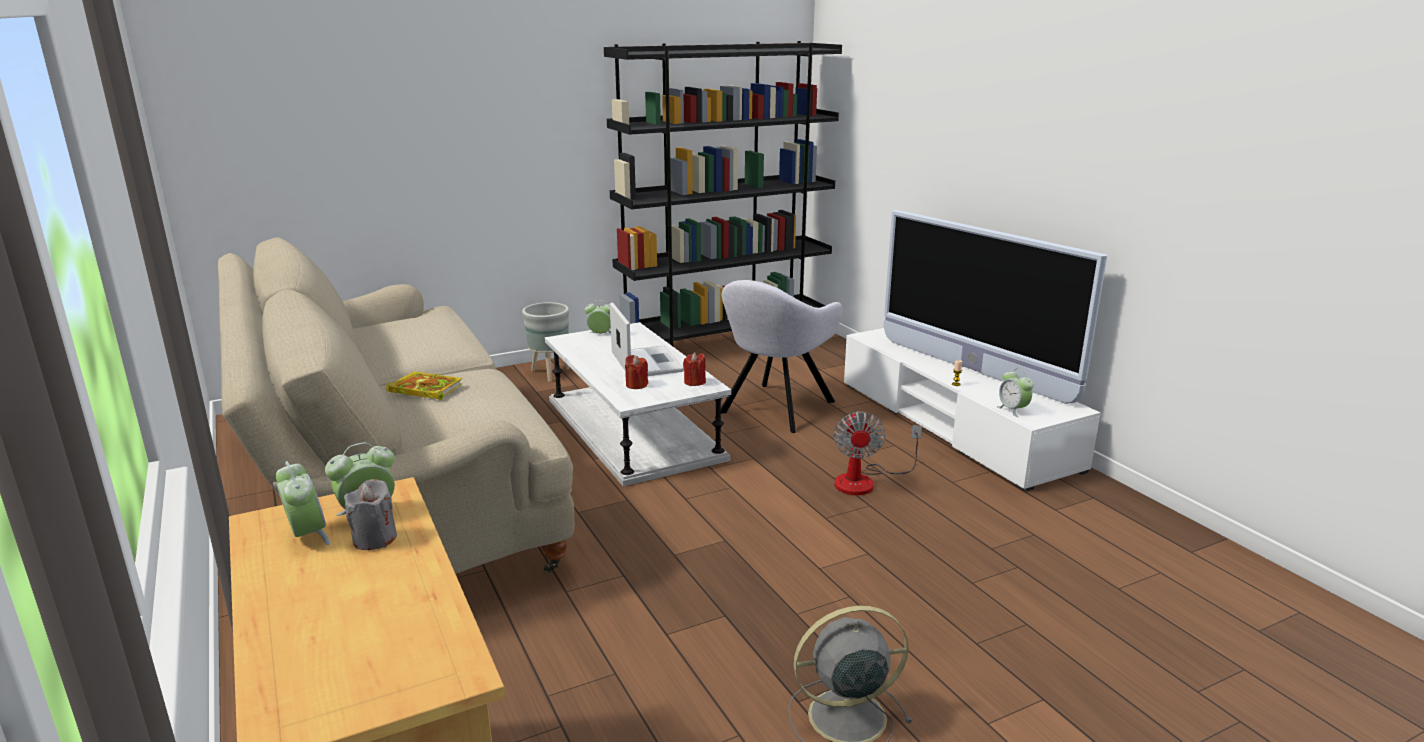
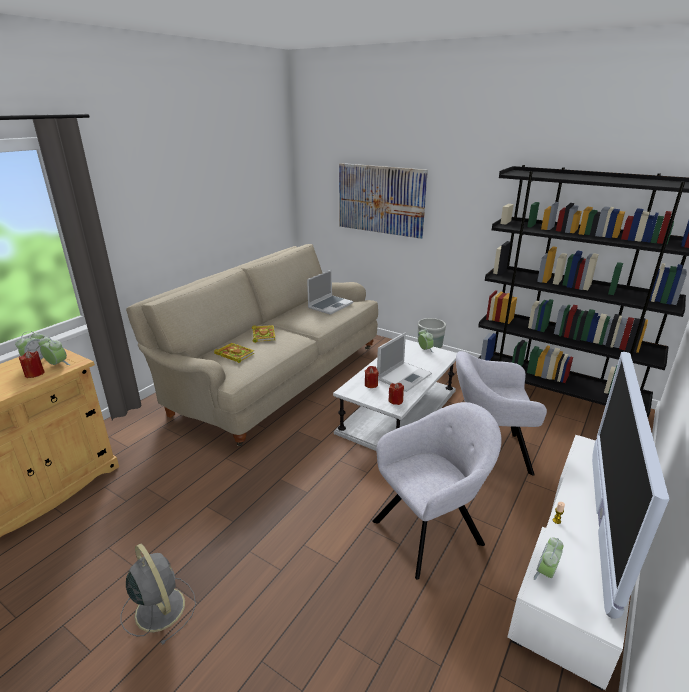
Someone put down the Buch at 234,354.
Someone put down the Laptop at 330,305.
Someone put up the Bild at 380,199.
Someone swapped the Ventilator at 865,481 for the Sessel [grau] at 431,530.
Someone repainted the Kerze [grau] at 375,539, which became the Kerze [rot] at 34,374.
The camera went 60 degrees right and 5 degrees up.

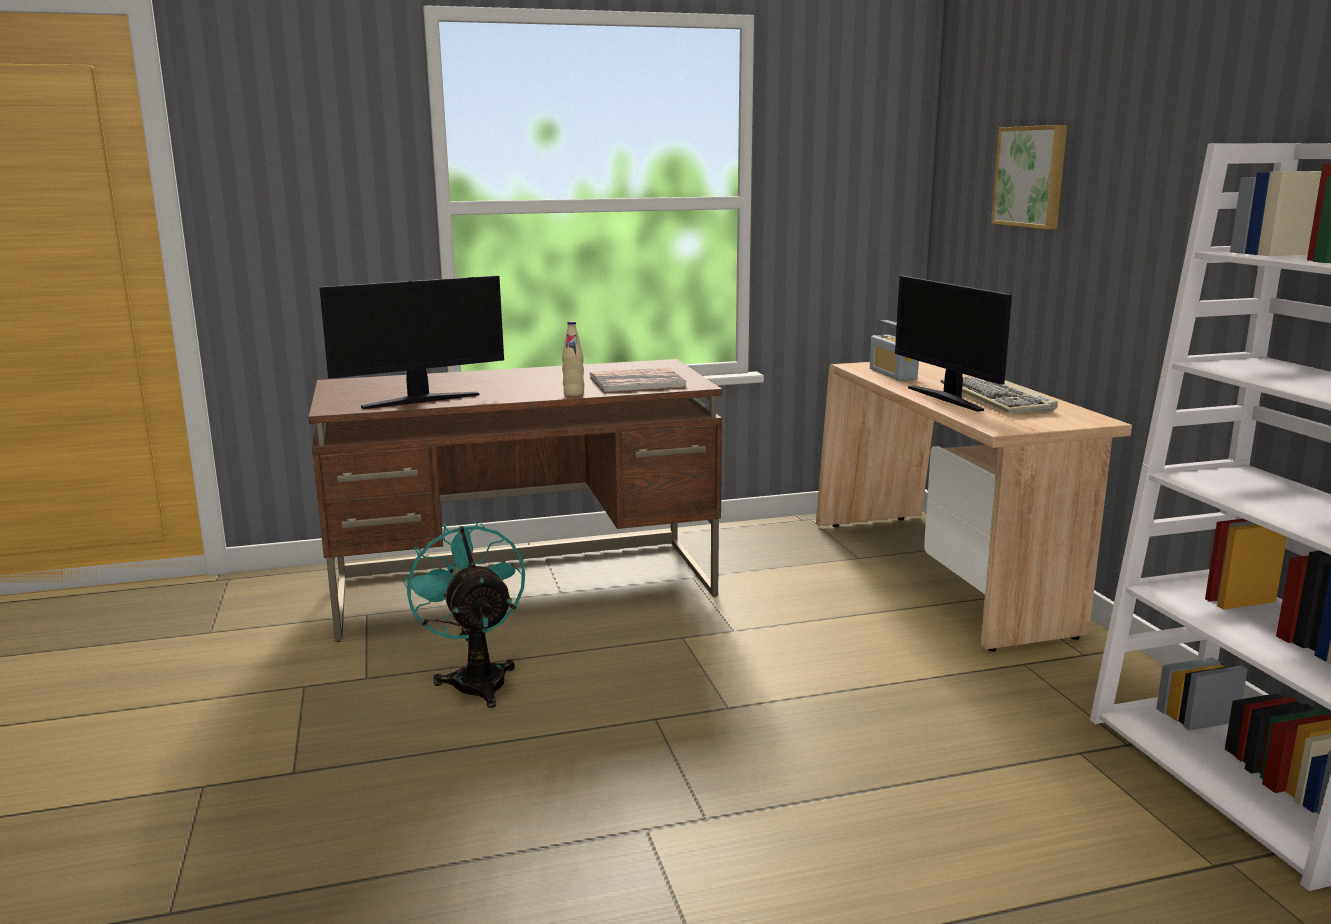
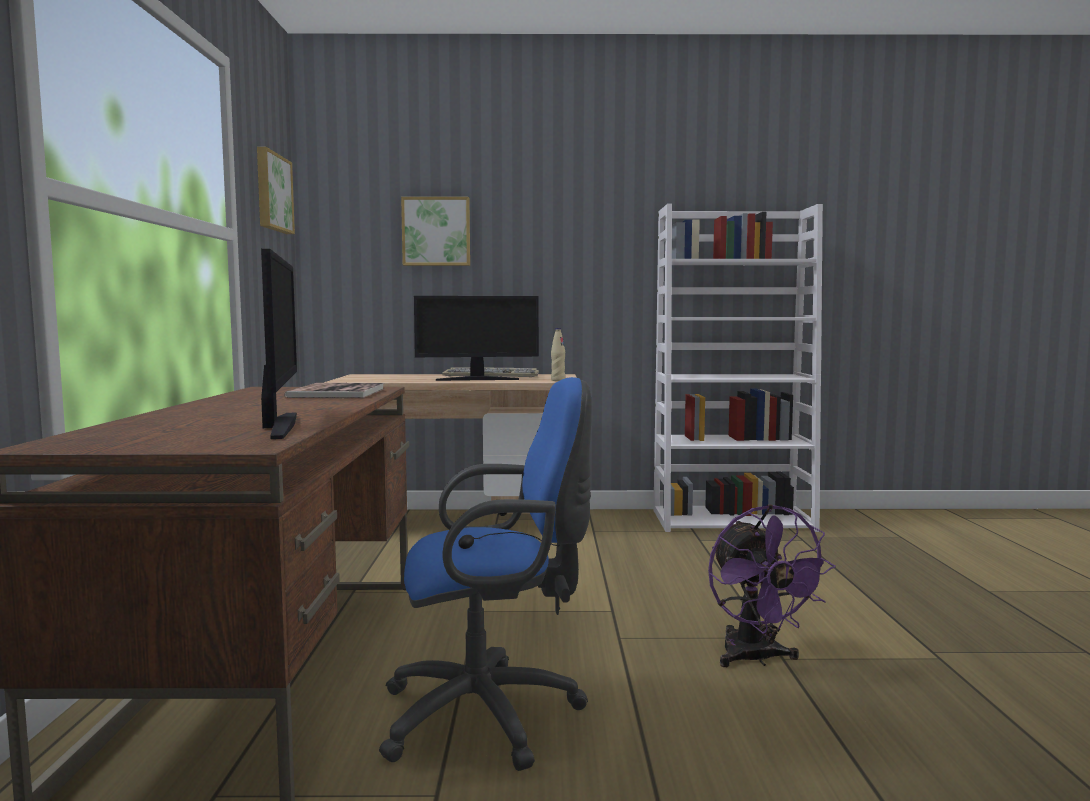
Someone took away the Radio at 892,374.
Someone put up the Bild at 272,192.
Someone put down the Ventilator [lila] at 756,659.
Someone carried the Flasche [beige] from 573,393 to 558,380.
Someone swapped the Ventilator [türkis] at 476,678 for the Bürostuhl [blau] at 492,715.
The camera went 75 degrees left and 10 degrees down.

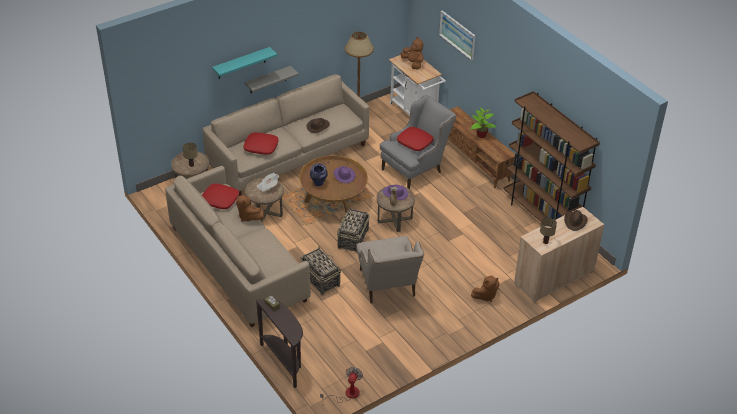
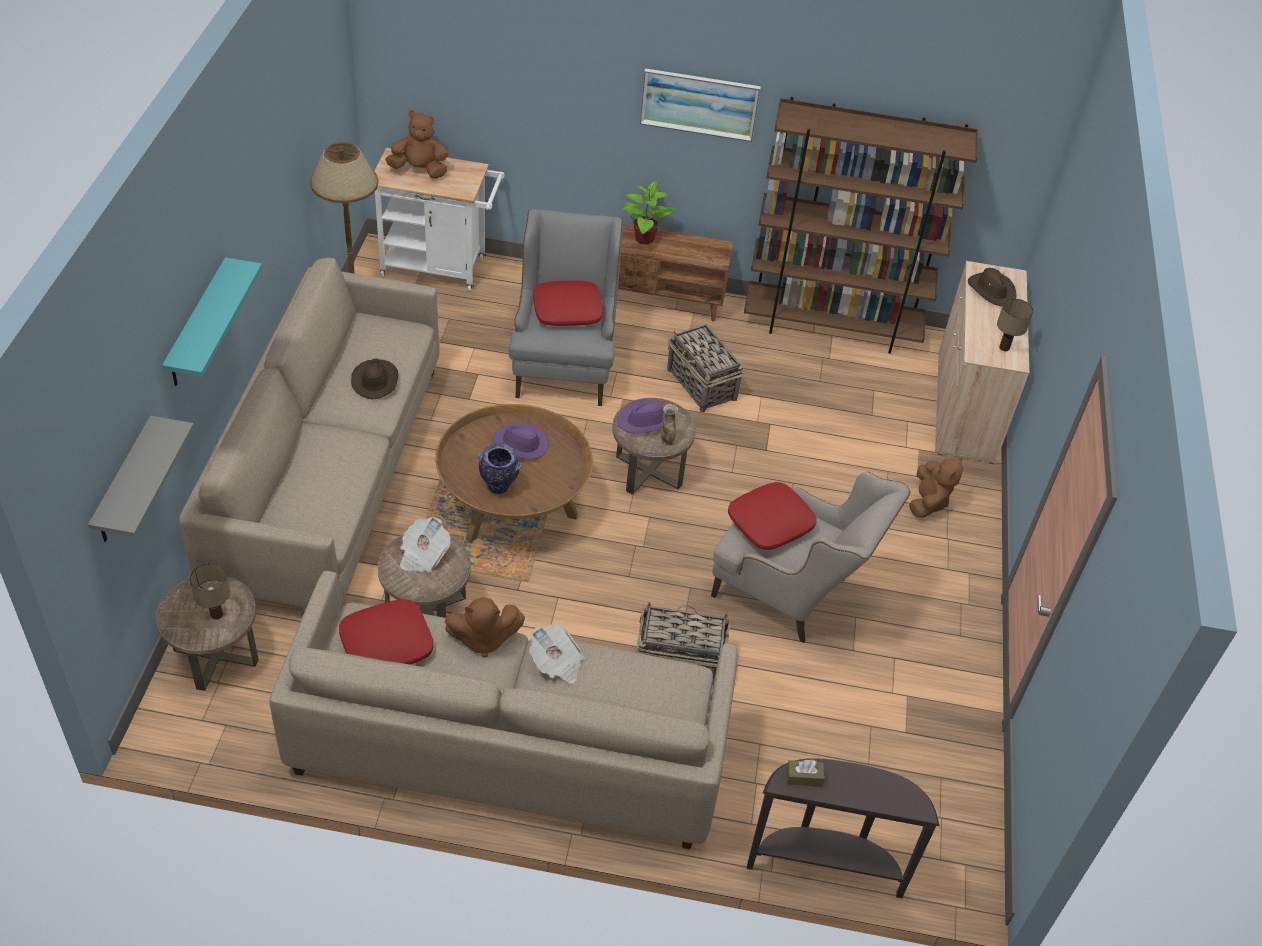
Someone took away the Ventilator at 347,394.
Someone put down the Zeitung at 556,663.
Someone carried the Kissen [rot] from 261,147 to 770,522.
Someone carried the Wandregal [grau] from 268,80 to 124,483.
Someone carried the Korb from 353,239 to 702,385.
Someone carried the Bild from 457,34 to 699,104.
The camera went 50 degrees left and 5 degrees up.

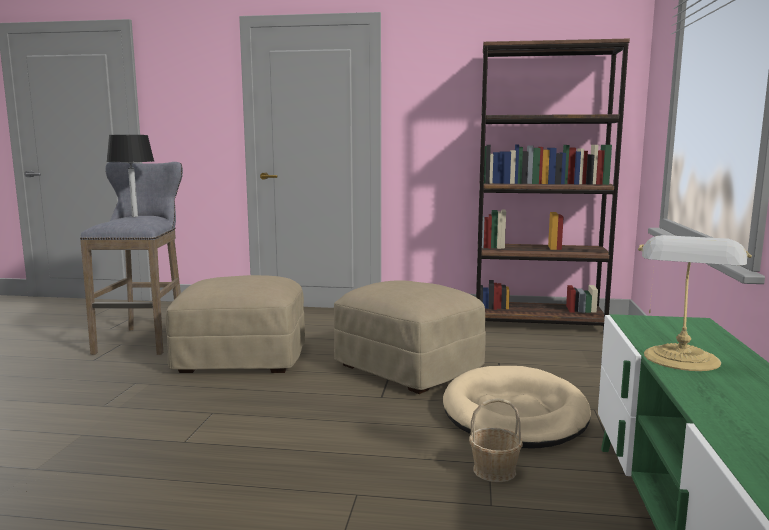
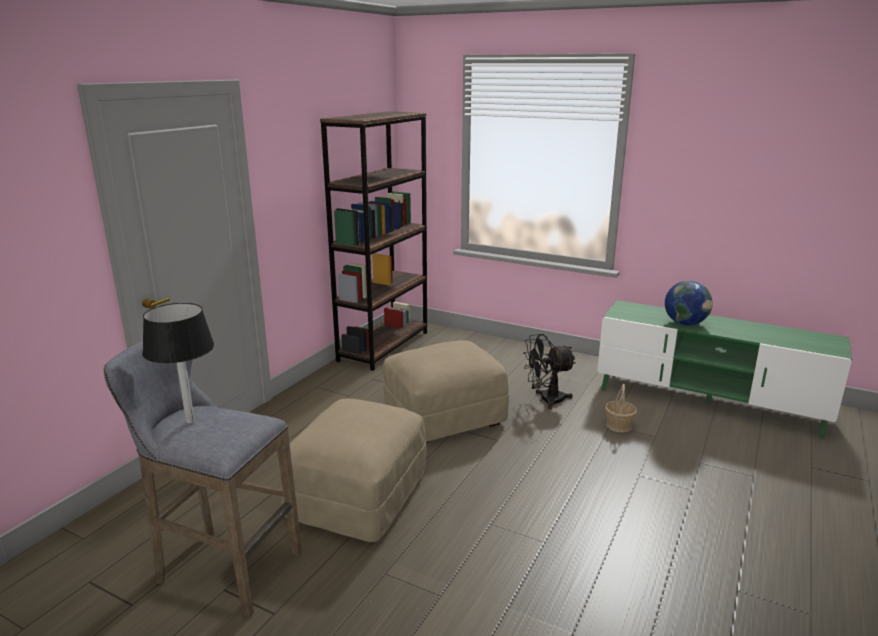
Someone swapped the Hundebett [beige] at 514,413 for the Ventilator [schwarz] at 546,400.
Someone swapped the Tischlampe at 682,360 for the Globus at 685,323.
The camera went 70 degrees left and 10 degrees up.

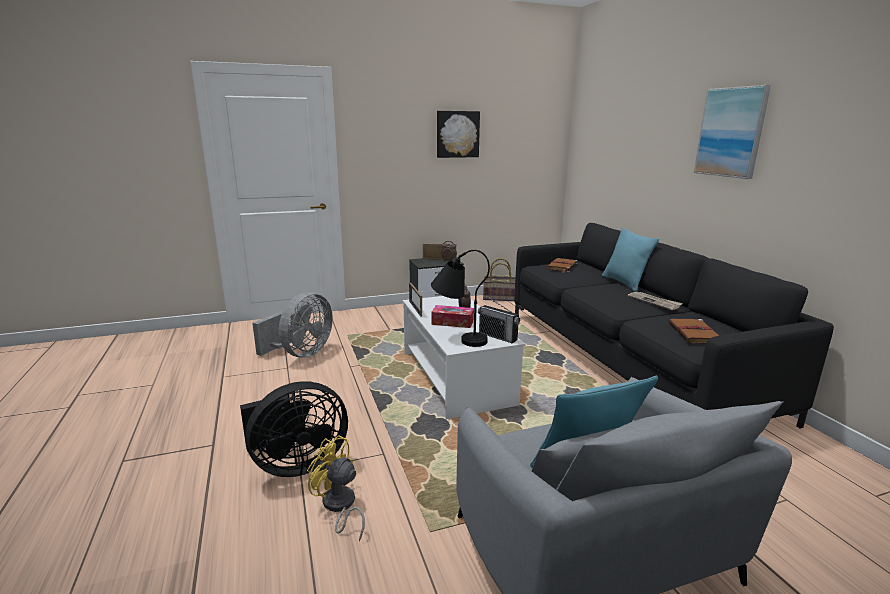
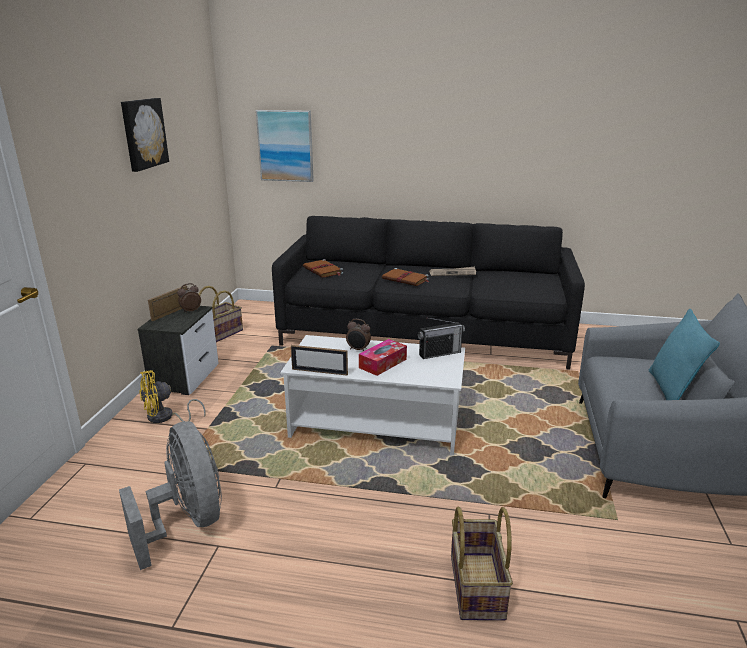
Someone took away the Tischlampe [schwarz] at 458,337.
Someone took away the Kissen [türkis] at 624,283.
Someone carried the Ventilator [gelb] from 339,507 to 165,418.
Someone carried the Buch [braun] from 694,333 to 406,279.
Someone carried the Bild from 731,132 to 285,146.
Someone swapped the Ventilator [schwarz] at 296,464 for the Korb at 475,586.
The camera went 60 degrees left and 5 degrees up.

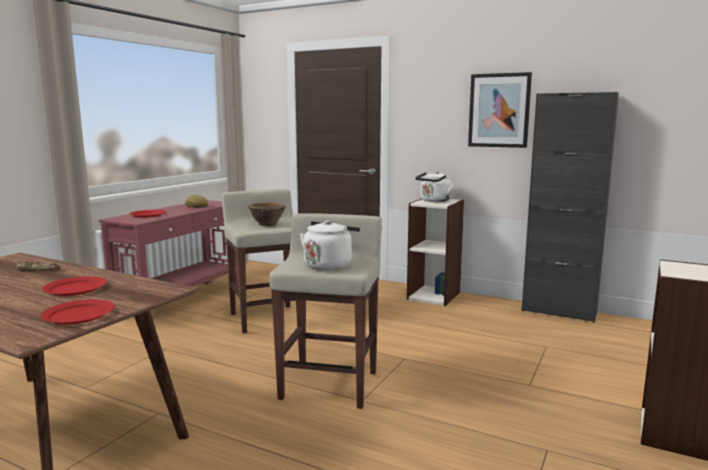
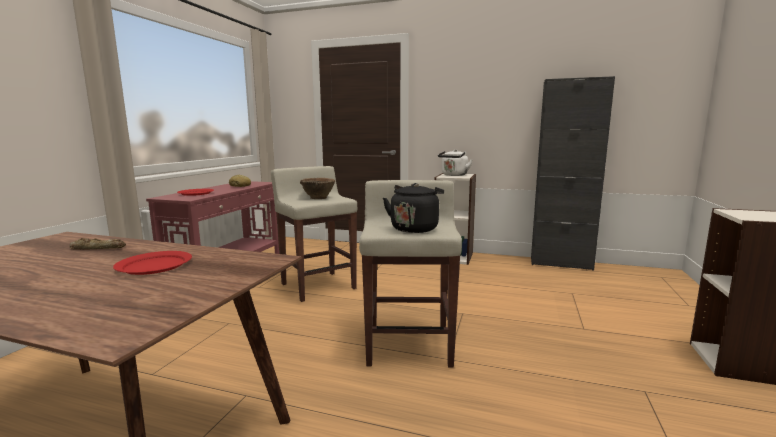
Someone took away the Teller [rot] at 79,314.
Someone took away the Bild at 499,110.
Someone repainted the Wasserkessel [weiß] at 329,265, which became the Wasserkessel [schwarz] at 415,228.
The camera went 10 degrees left and 0 degrees up.

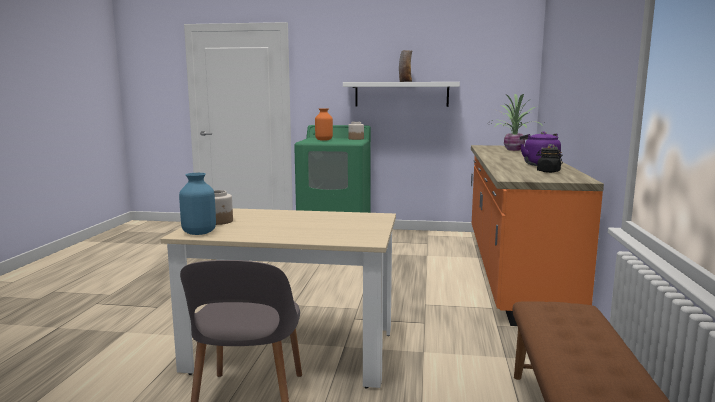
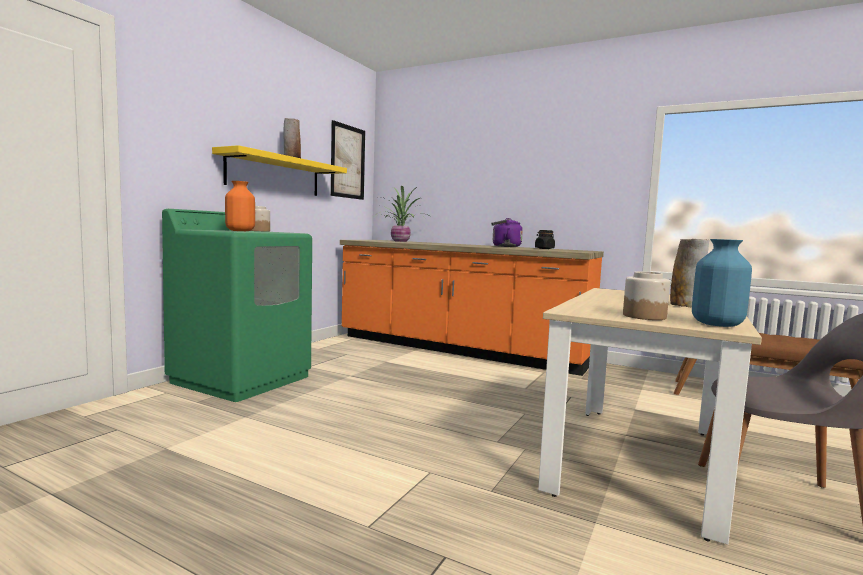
Someone put up the Bild at 347,162.
Someone put down the Vase at 686,305.
Someone repainted the Wandregal [weiß] at 401,94, which became the Wandregal [gelb] at 274,175.
The camera went 70 degrees left and 5 degrees down.

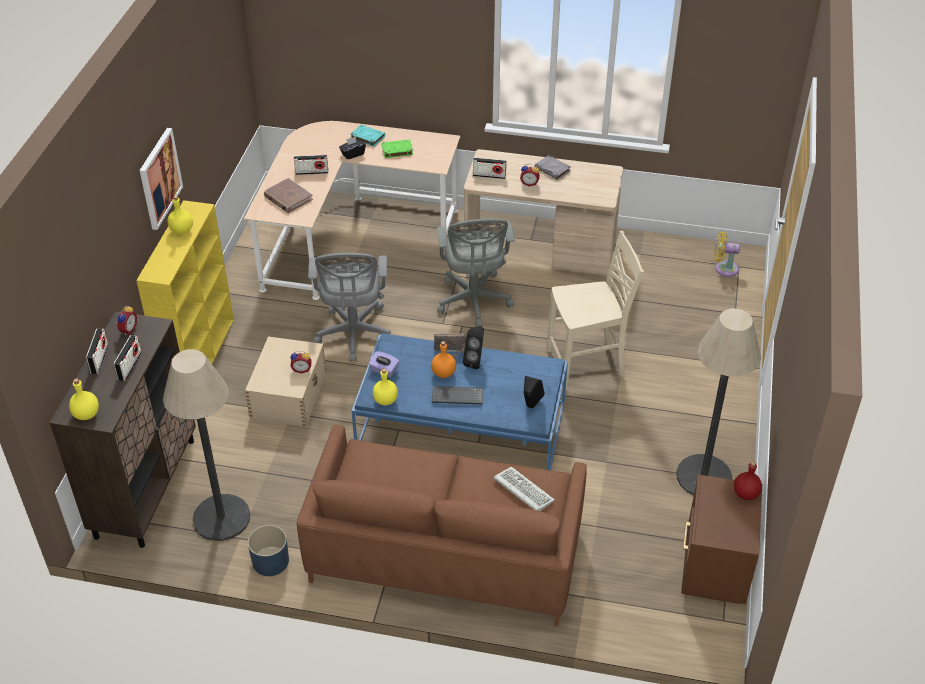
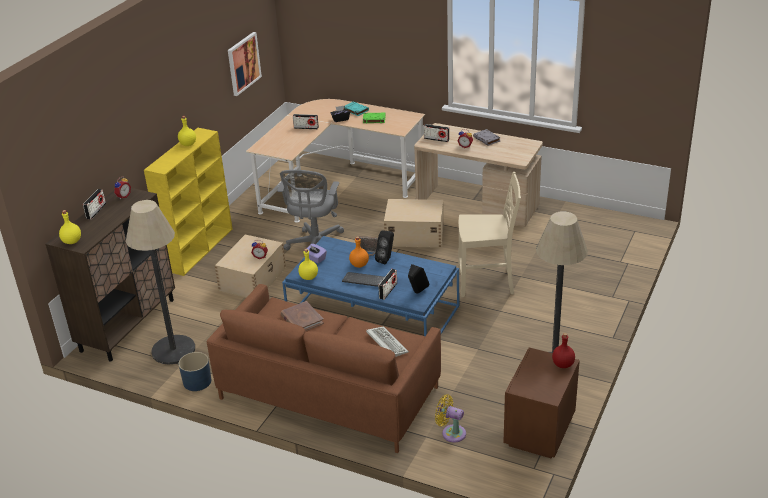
Someone carried the Radio from 129,366 to 388,291.
Someone carried the Bild from 159,178 to 243,63.
Someone carried the Buch [braun] from 288,198 to 301,319.
Someone carried the Ventilator [gelb] from 724,268 to 451,433.
Someone swapped the Bürostuhl [grau] at 474,302 for the Aufbewahrungsbox [beige] at 414,235.
The camera went 15 degrees right and 10 degrees down.

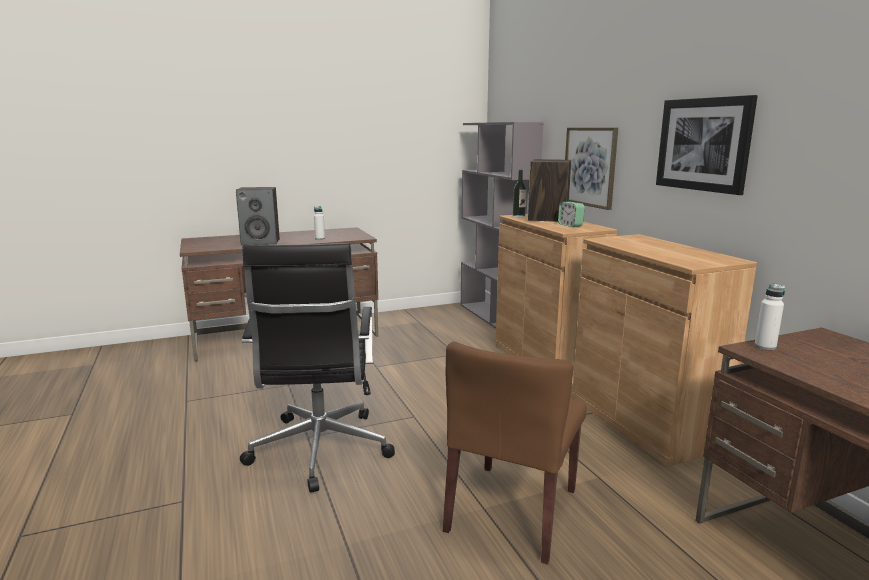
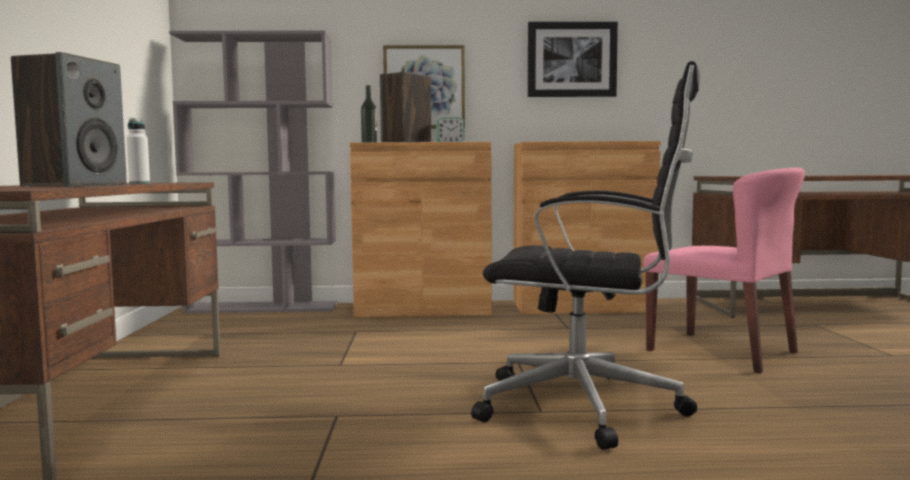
Someone took away the Flasche [weiß] at 765,346.
Someone repainted the Stuhl [braun] at 512,510, which became the Stuhl [rosa] at 722,351.
The camera went 70 degrees left and 10 degrees down.

